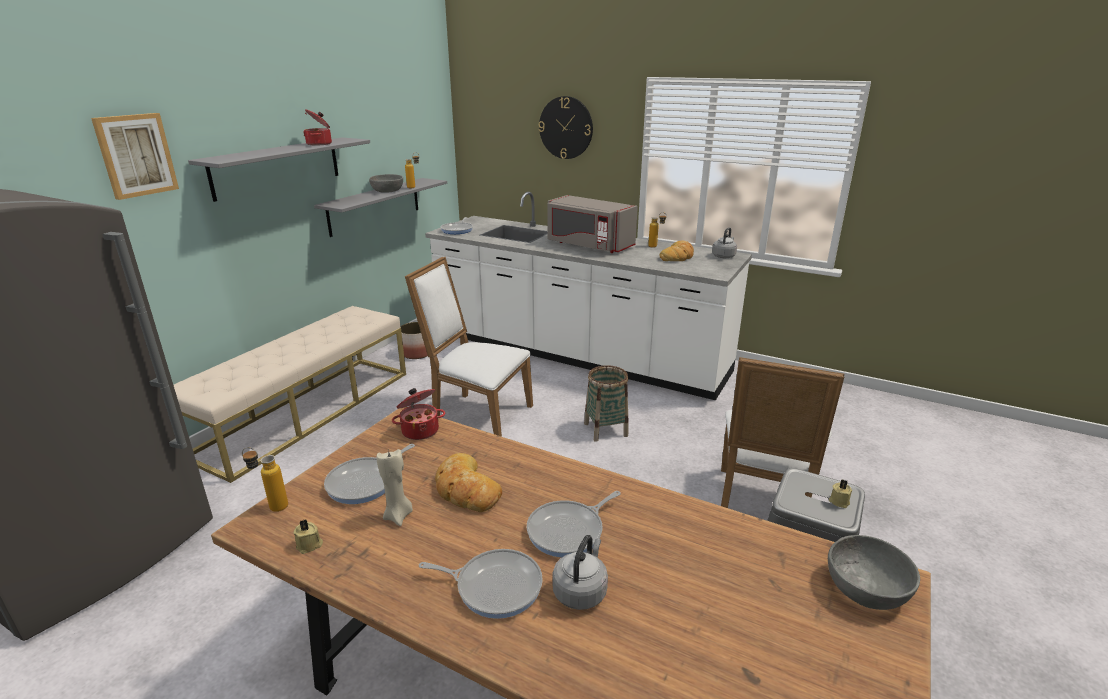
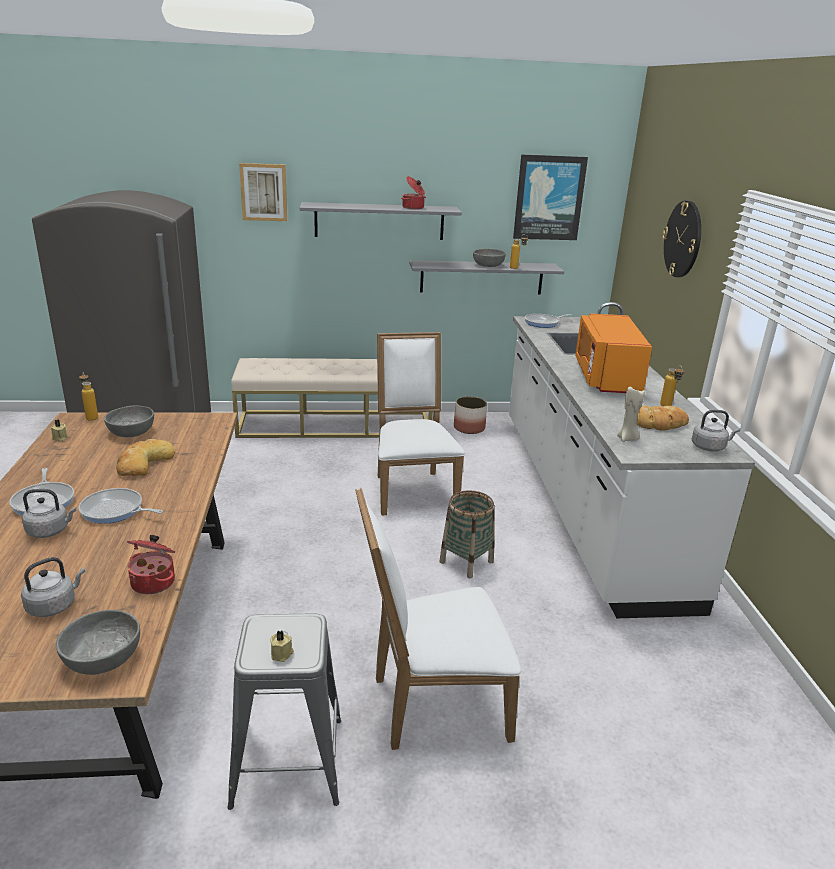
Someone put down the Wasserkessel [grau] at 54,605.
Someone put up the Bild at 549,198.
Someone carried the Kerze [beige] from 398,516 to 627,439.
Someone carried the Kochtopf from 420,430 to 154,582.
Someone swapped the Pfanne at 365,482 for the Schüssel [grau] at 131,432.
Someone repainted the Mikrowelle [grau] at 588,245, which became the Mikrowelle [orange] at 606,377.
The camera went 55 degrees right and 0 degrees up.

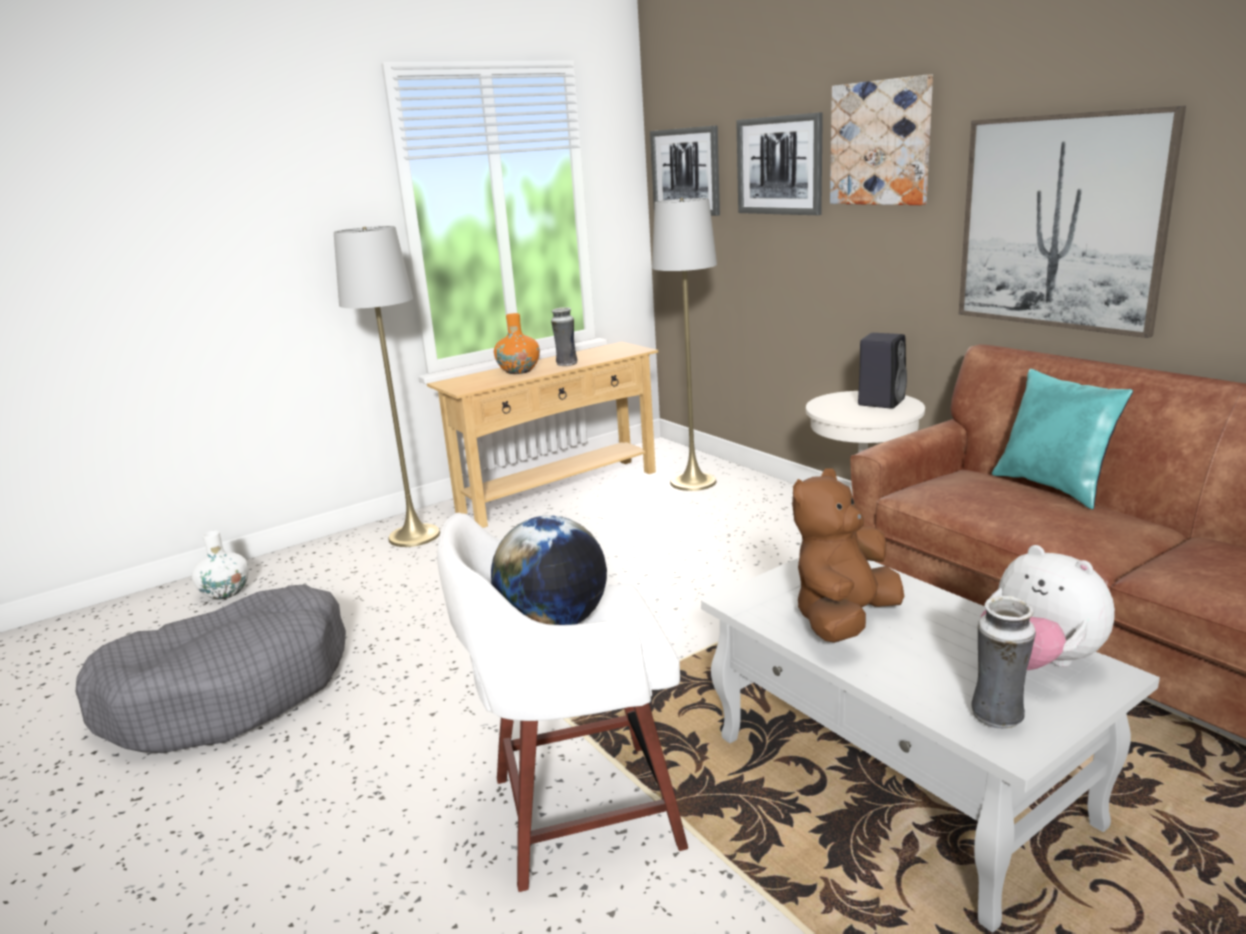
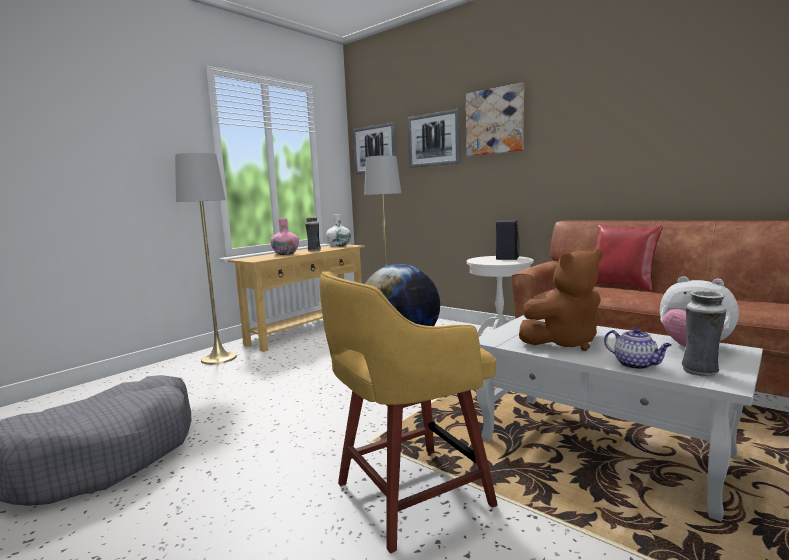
Someone took away the Bild at 1060,222.
Someone put down the Teekanne at 636,365.
Someone carried the Vase [weiß] from 225,592 to 339,246.
Someone repainted the Hocker [weiß] at 578,812, which became the Hocker [gelb] at 408,495.
Someone repainted the Vase [orange] at 519,371, which became the Vase [rosa] at 285,253.
Someone repainted the Kissen [türkis] at 1054,487, which became the Kissen [rot] at 622,286.
Someone rotated the Plüschtier [braun] at 843,620 by 135 degrees counterclockwise.
The camera went 15 degrees left and 10 degrees down.

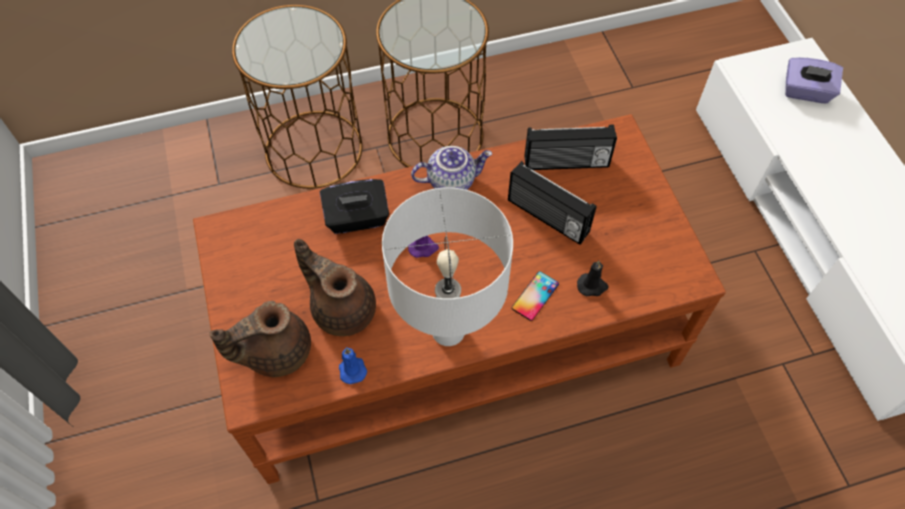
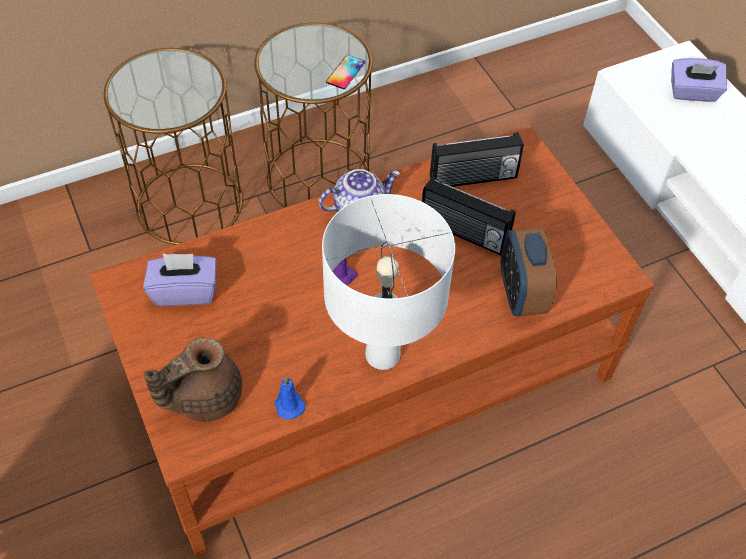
Someone took away the Teekanne [braun] at 342,308.
Someone took away the Taschentuchbox [schwarz] at 357,218.
Someone put down the Taschentuchbox [lila] at 185,291.
Someone carried the Handy from 535,296 to 345,72.
Someone swapped the Kerze [schwarz] at 592,286 for the Wecker at 521,294.
The camera went 10 degrees left and 5 degrees down.

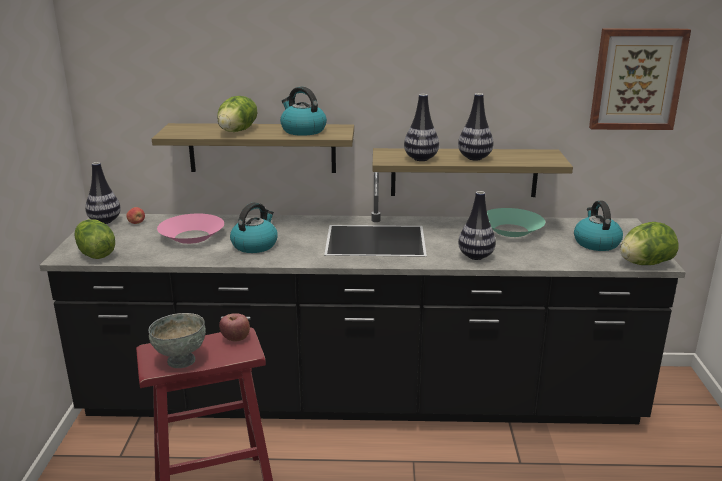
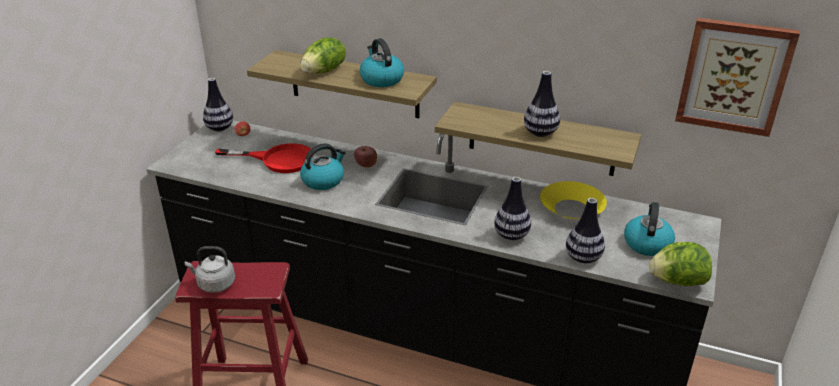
Someone took away the Salatkopf at 95,254.
Someone carried the Apfel from 235,338 to 366,165.
Someone carried the Vase from 420,159 to 583,258.
Someone swapped the Schüssel [grau] at 180,360 for the Wasserkessel [grau] at 214,284.
Someone swapped the Schüssel [rosa] at 192,236 for the Pfanne [rot] at 278,160.
Someone repainted the Schüssel [türkis] at 511,230, which became the Schüssel [gelb] at 571,209.
The camera went 20 degrees right and 10 degrees up.

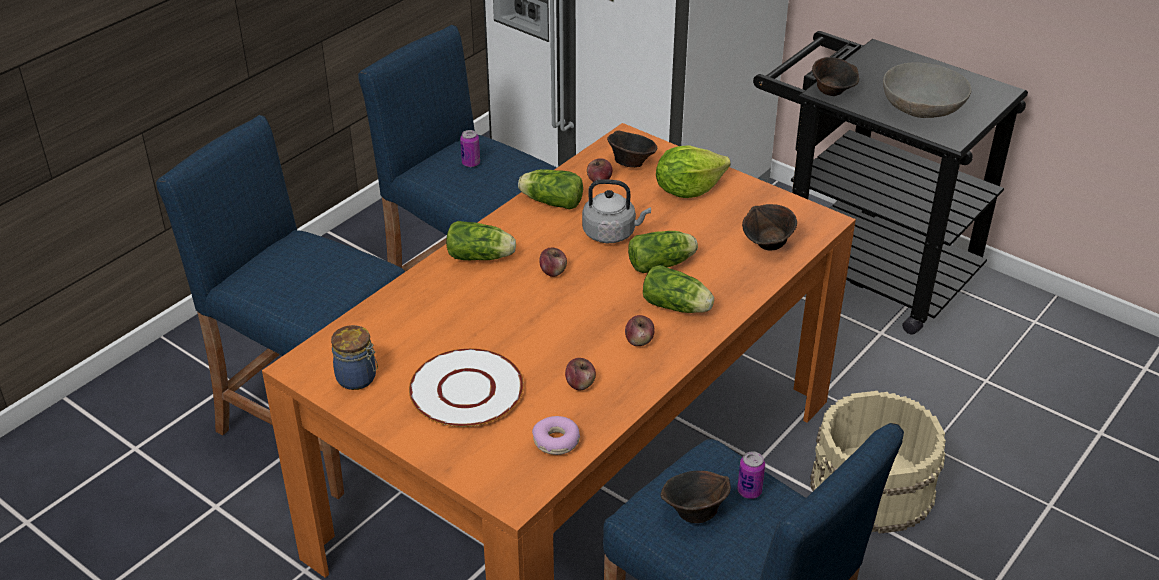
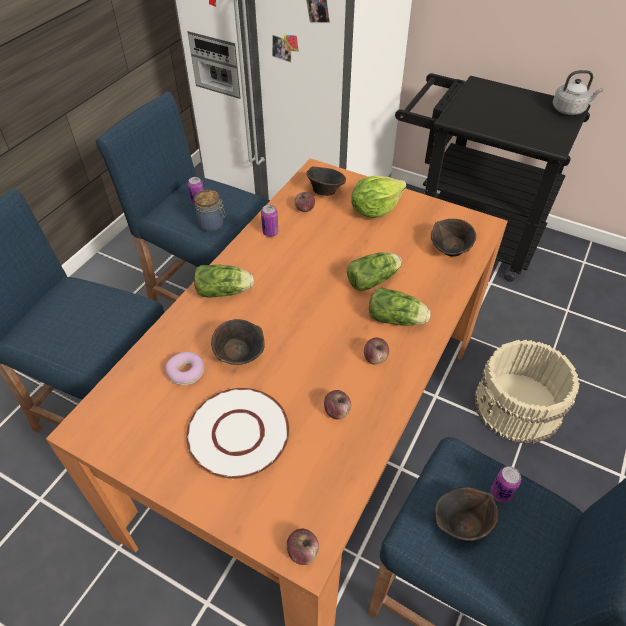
Someone took away the Schüssel [grau] at 923,108.
Someone carried the Vorratsglas from 358,379 to 212,224.
Someone carried the Donut from 556,441 to 186,372.
Someone carried the Apfel from 553,272 to 303,552.
Someone carried the Wasserkessel [grau] from 612,233 to 570,109.
Someone carried the Schüssel [braun] from 833,91 to 240,355.
Someone swapped the Salatkopf at 550,201 for the Dose at 270,232.
The camera went 10 degrees left and 10 degrees up.

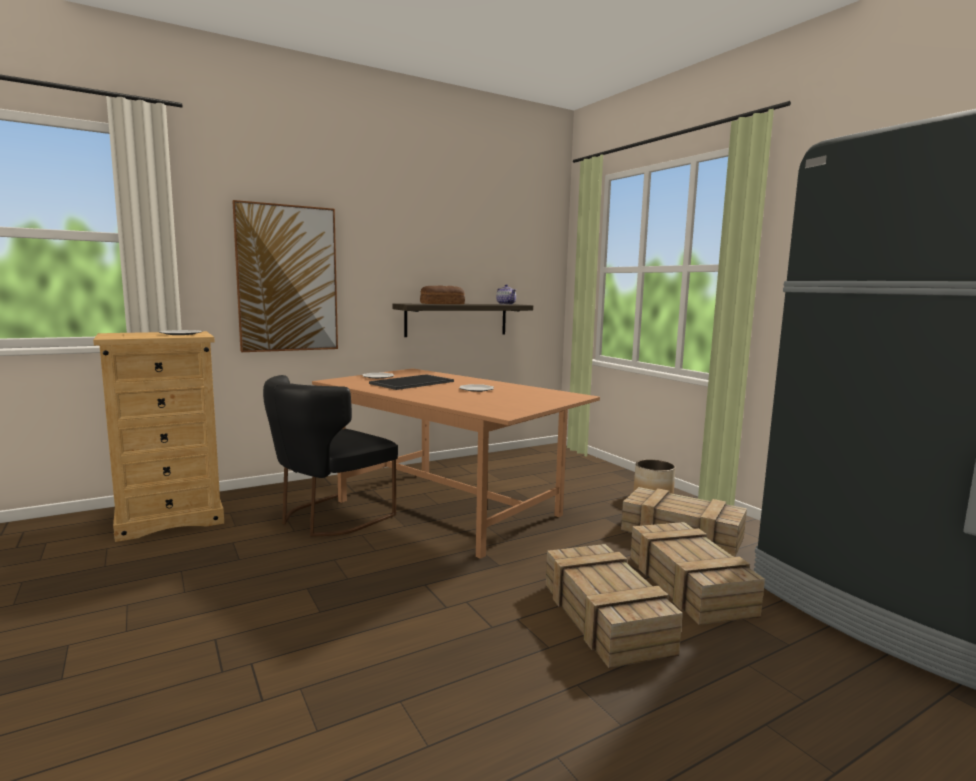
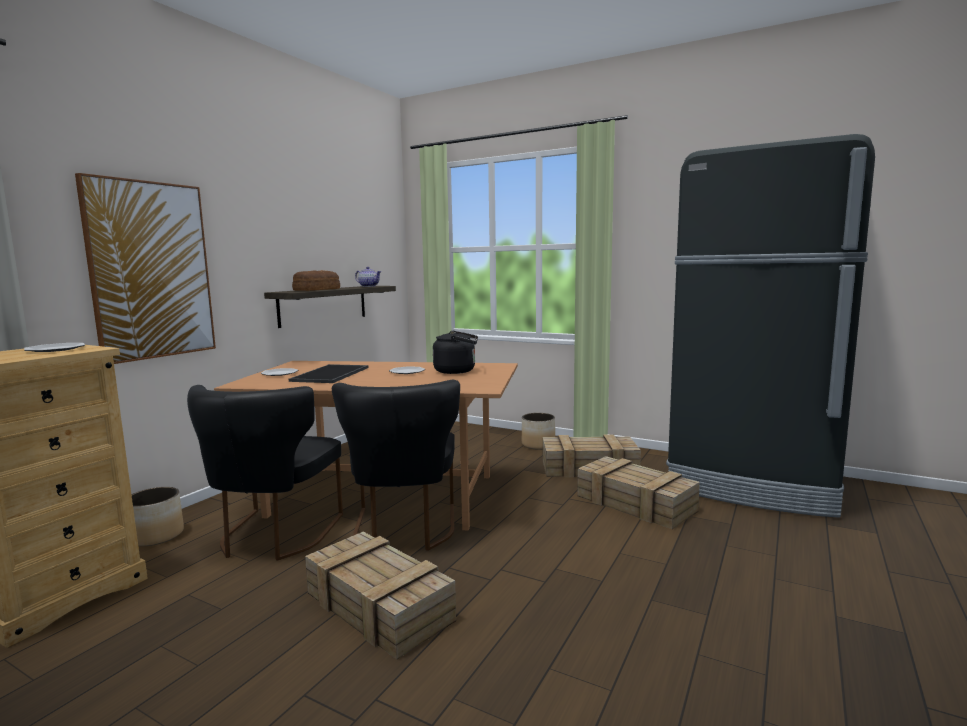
Someone put down the Pflanzkübel at 156,536.
Someone put down the Stuhl [schwarz] at 404,531.
Someone put down the Wasserkessel [schwarz] at 457,371.
Someone carried the Kiste from 607,618 to 381,607.
The camera went 30 degrees left and 0 degrees up.

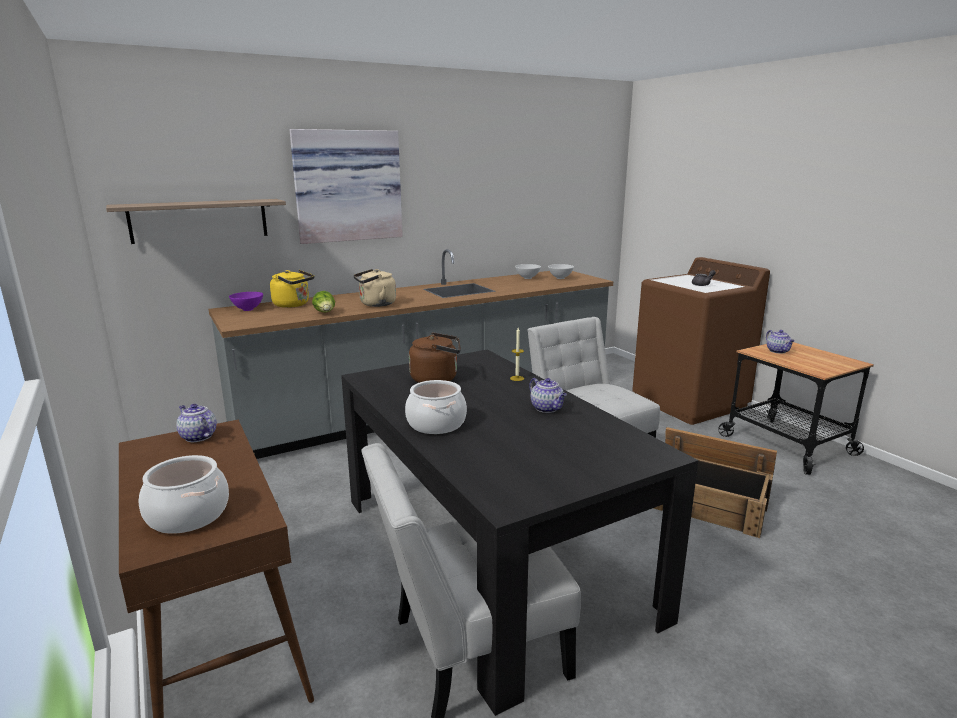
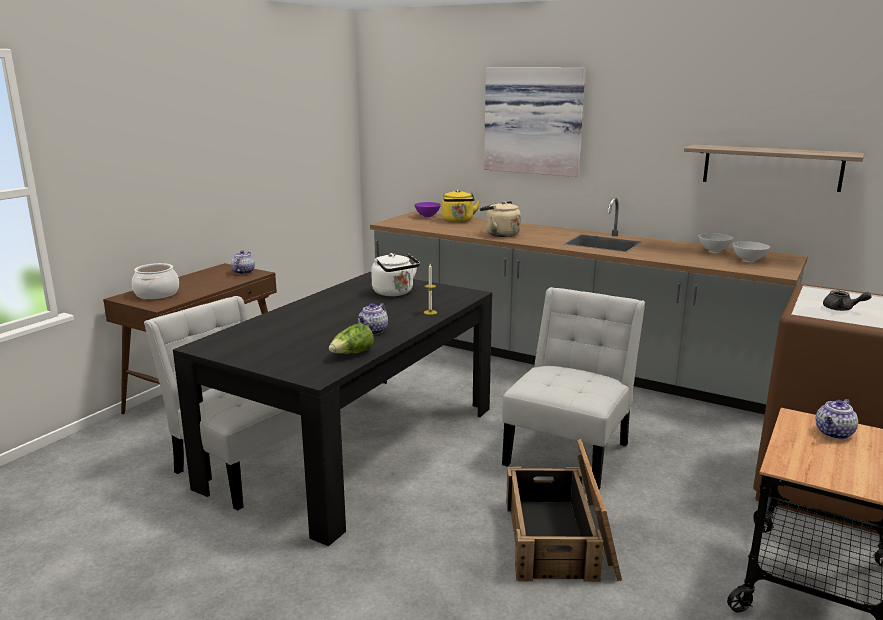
Someone took away the Kochtopf at 436,424.
Someone carried the Wandregal from 199,220 to 771,167.
Someone carried the Salatkopf from 325,313 to 352,354.
Someone repainted the Wasserkessel [braun] at 437,379, which became the Wasserkessel [weiß] at 395,293.
The camera went 60 degrees right and 0 degrees up.

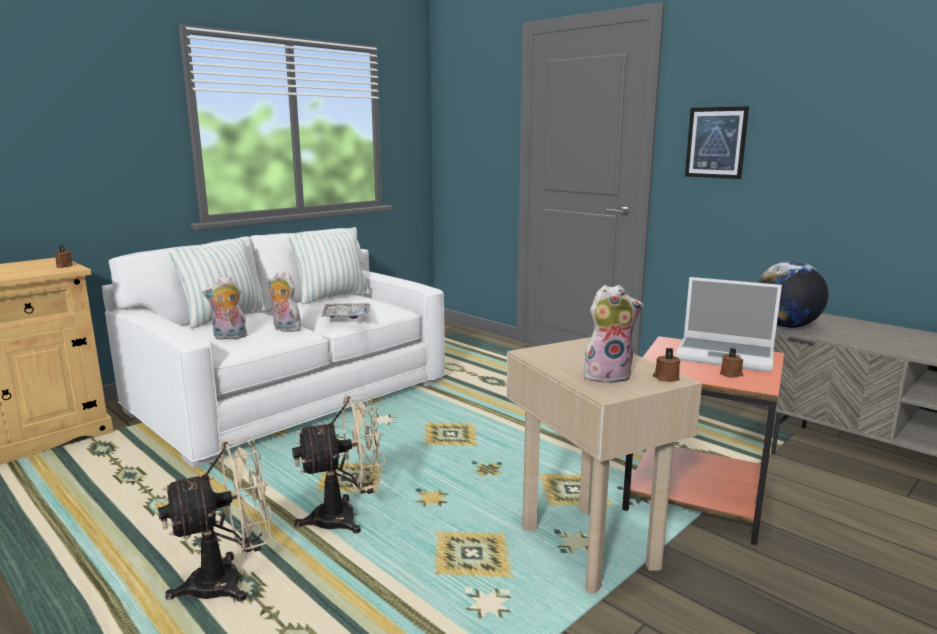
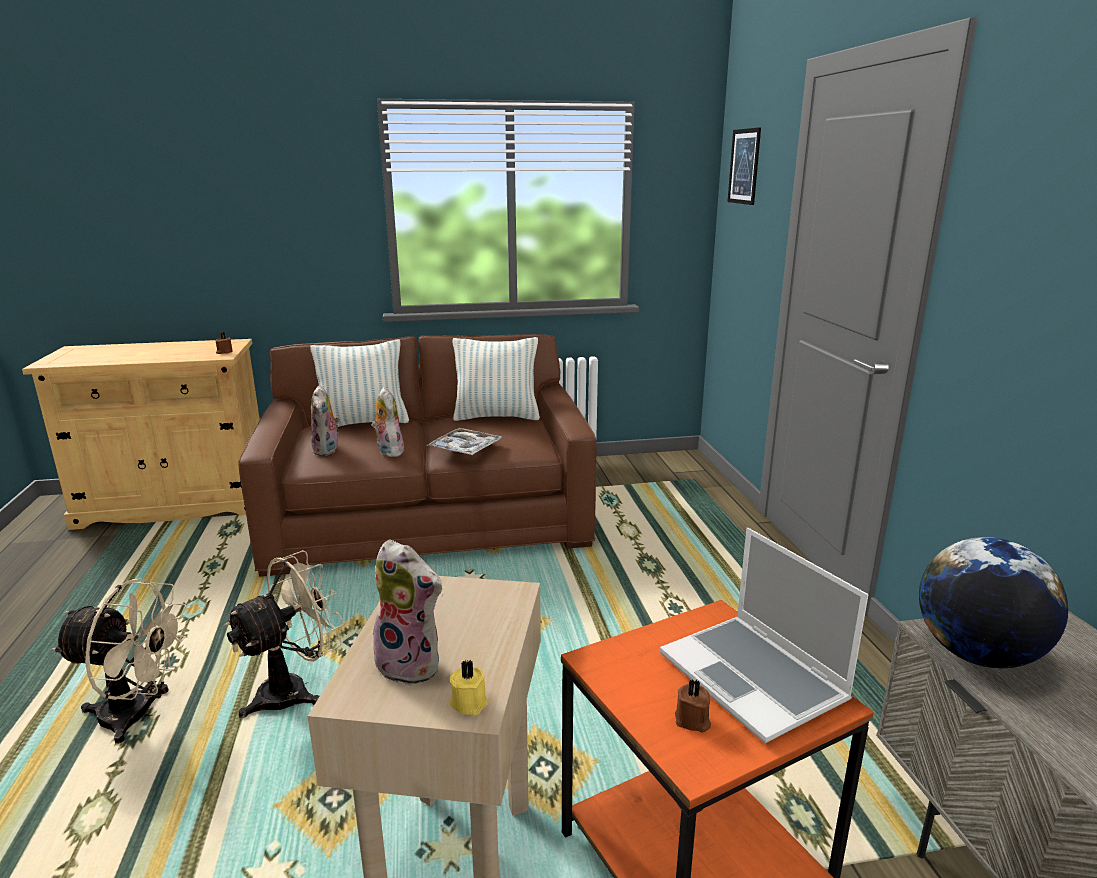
Someone carried the Bild from 715,142 to 744,166.
Someone repainted the Sofa [weiß] at 290,395, which became the Sofa [braun] at 429,517.
Someone repainted the Kerze [braun] at 665,378, which became the Kerze [gelb] at 469,702.
Someone rotated the Plüschtier at 229,337 by 120 degrees counterclockwise.
Someone rotated the Ventilator [beige] at 346,517 by 60 degrees counterclockwise.
The camera went 35 degrees right and 5 degrees up.

